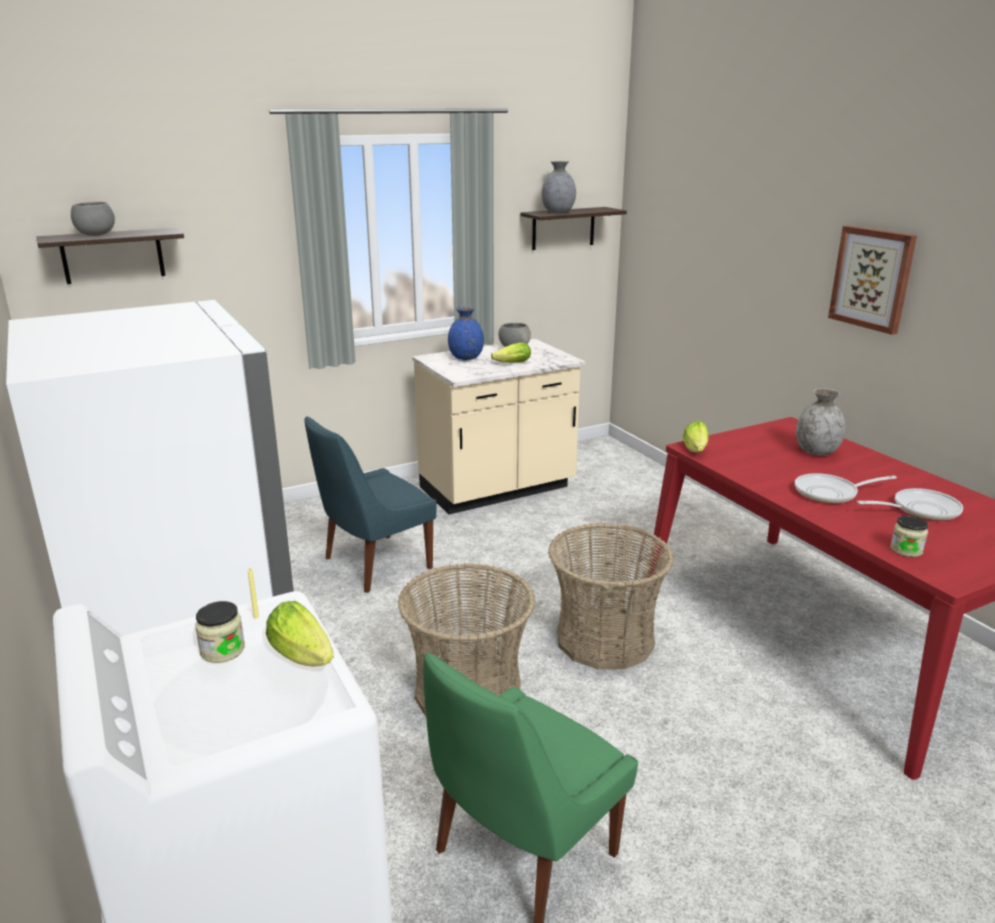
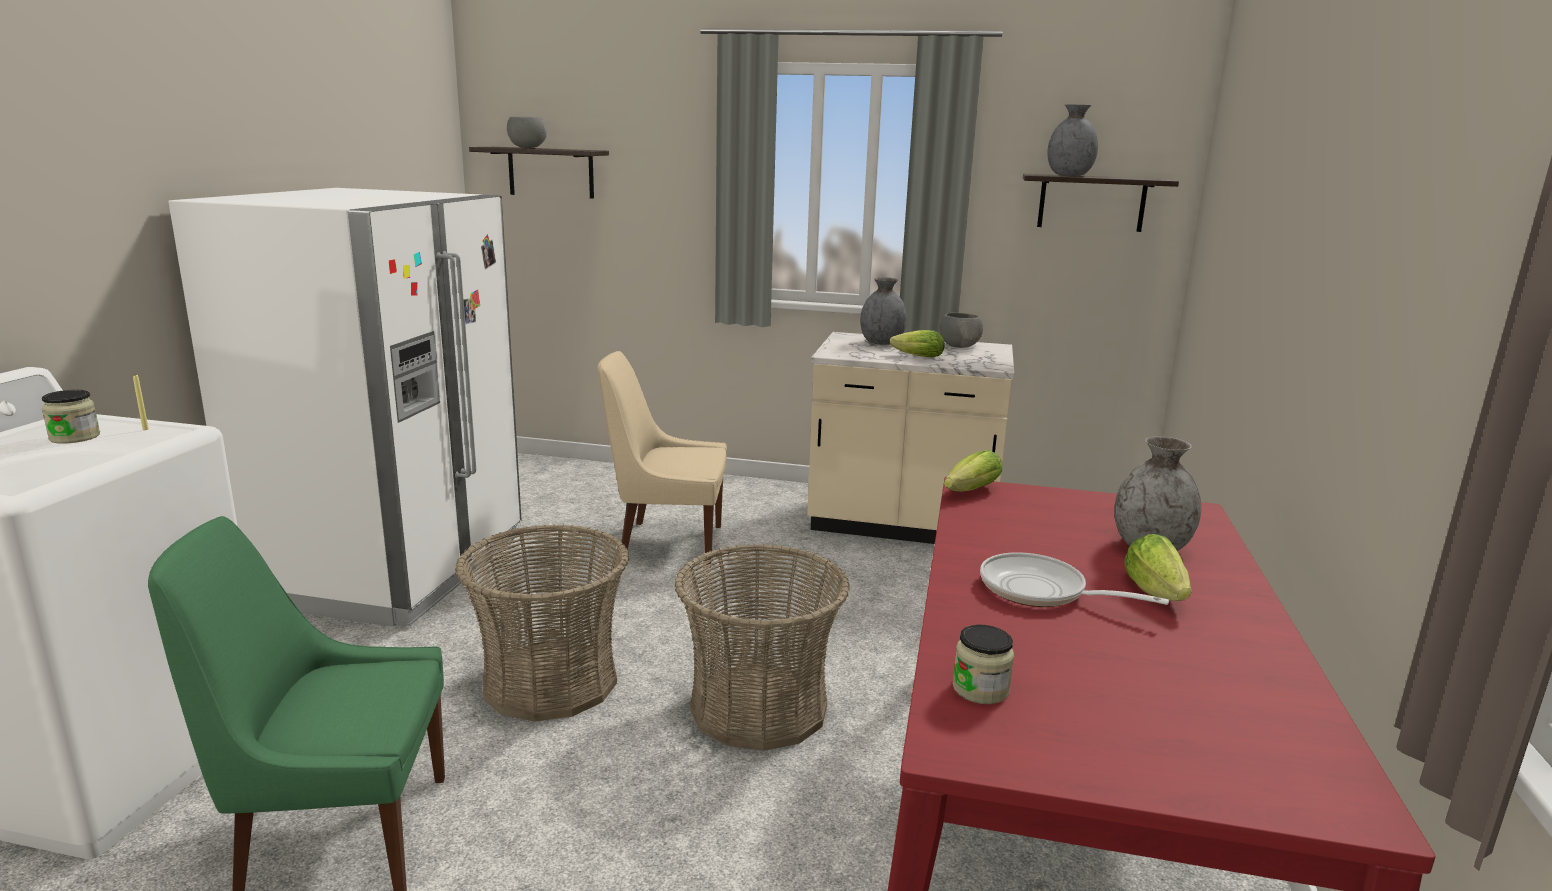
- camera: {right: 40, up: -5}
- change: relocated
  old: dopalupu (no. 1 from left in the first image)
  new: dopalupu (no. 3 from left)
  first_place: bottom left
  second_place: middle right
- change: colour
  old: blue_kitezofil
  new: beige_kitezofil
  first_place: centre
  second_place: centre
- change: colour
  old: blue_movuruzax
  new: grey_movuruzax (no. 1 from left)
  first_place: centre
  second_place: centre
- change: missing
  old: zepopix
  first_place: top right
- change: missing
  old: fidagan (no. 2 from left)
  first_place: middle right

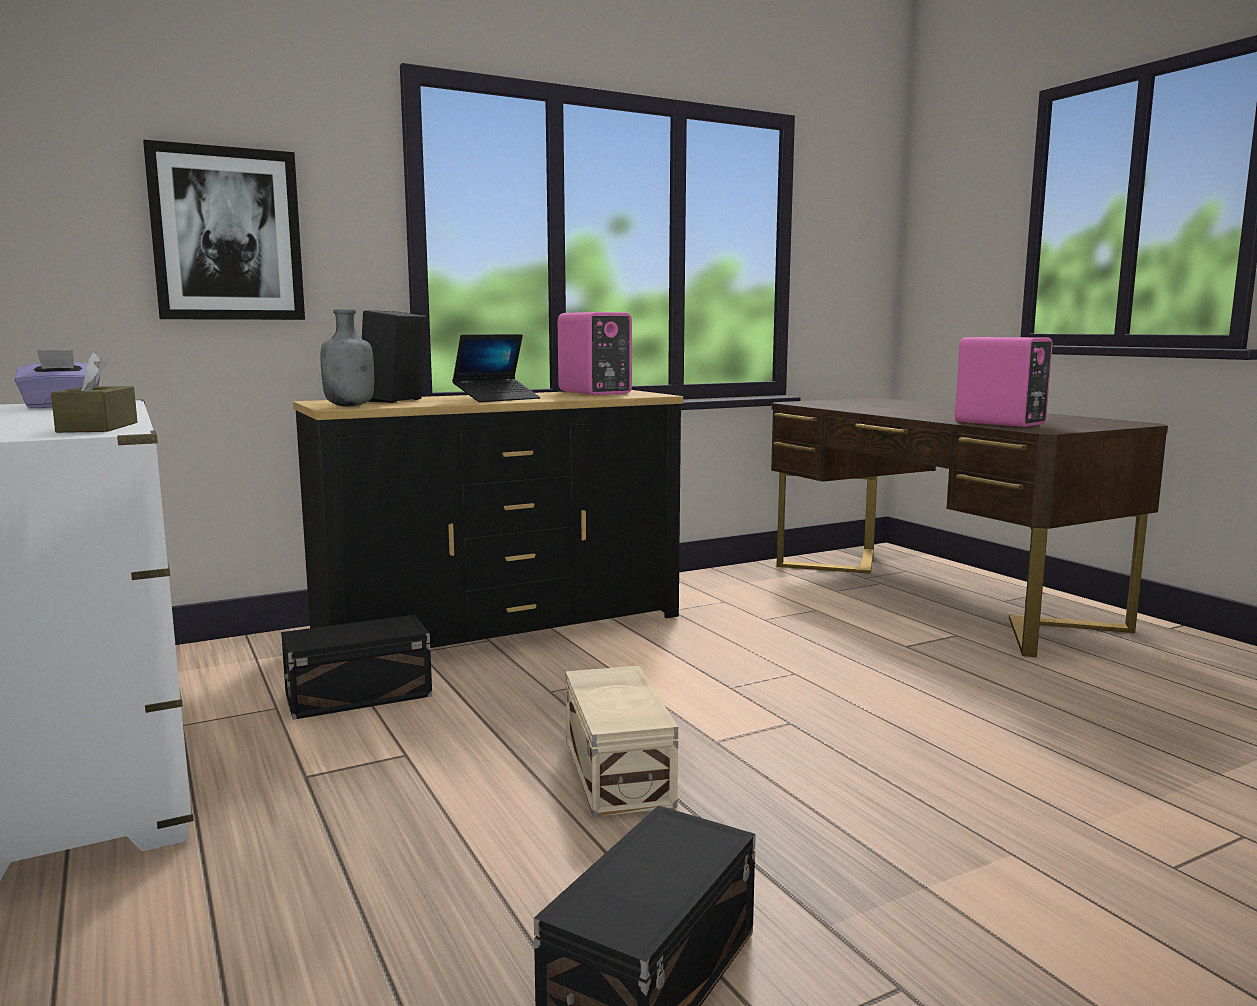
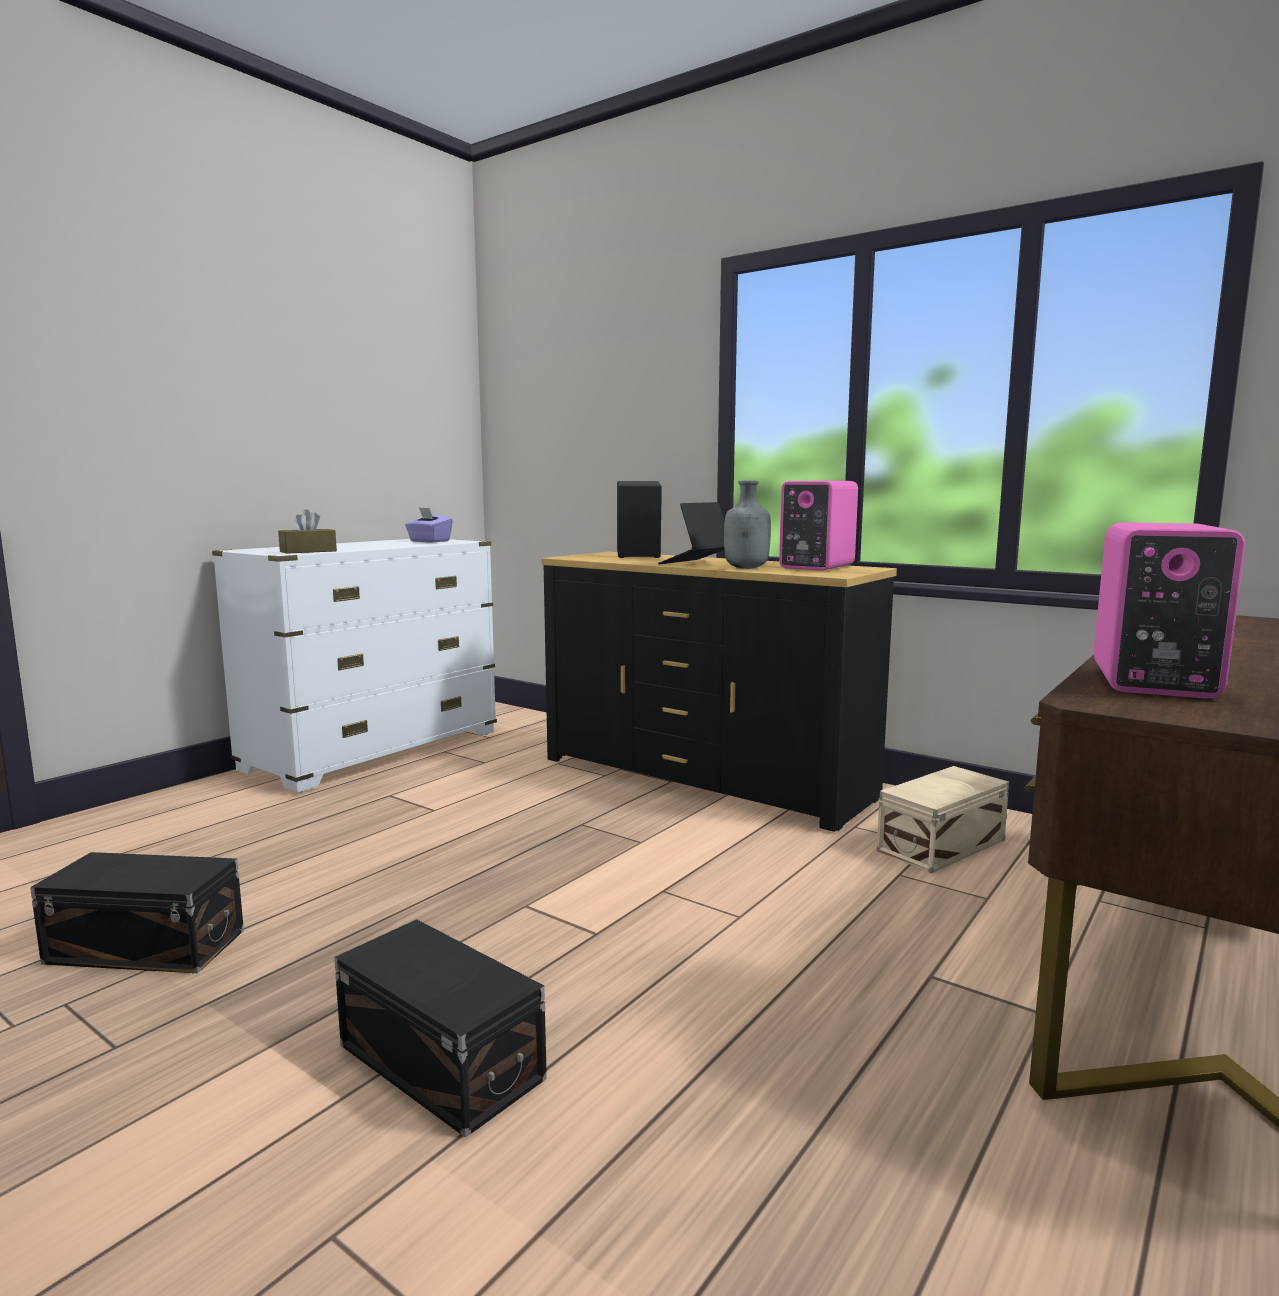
- camera: {right: 65, up: 0}
- change: missing
  old: zepopix
  first_place: top left
- change: relocated
  old: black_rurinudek (no. 1 from left in the first image)
  new: black_rurinudek (no. 2 from left)
  first_place: middle left
  second_place: bottom centre
- change: relocated
  old: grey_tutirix
  first_place: middle left
  second_place: centre
- change: spun
  old: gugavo
  first_place: centre
  second_place: centre
  degrees: 105
- change: relocated
  old: beige_rurinudek
  first_place: bottom centre
  second_place: middle right

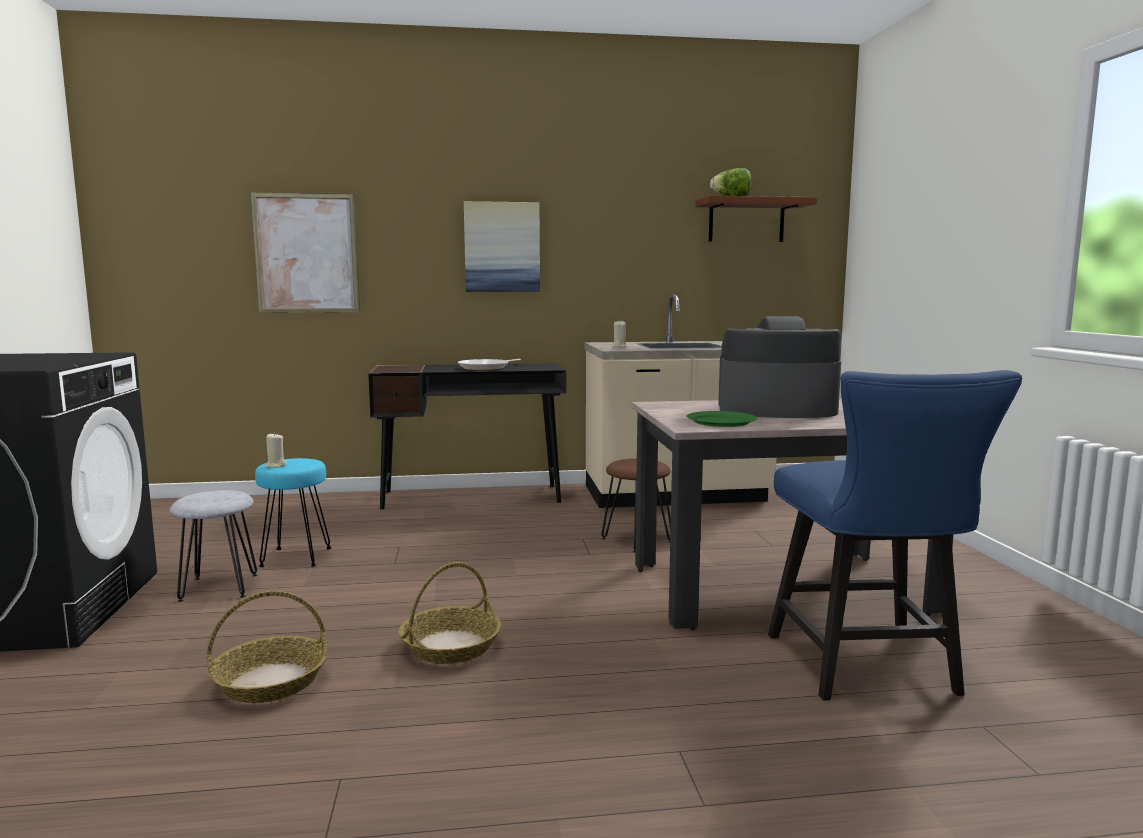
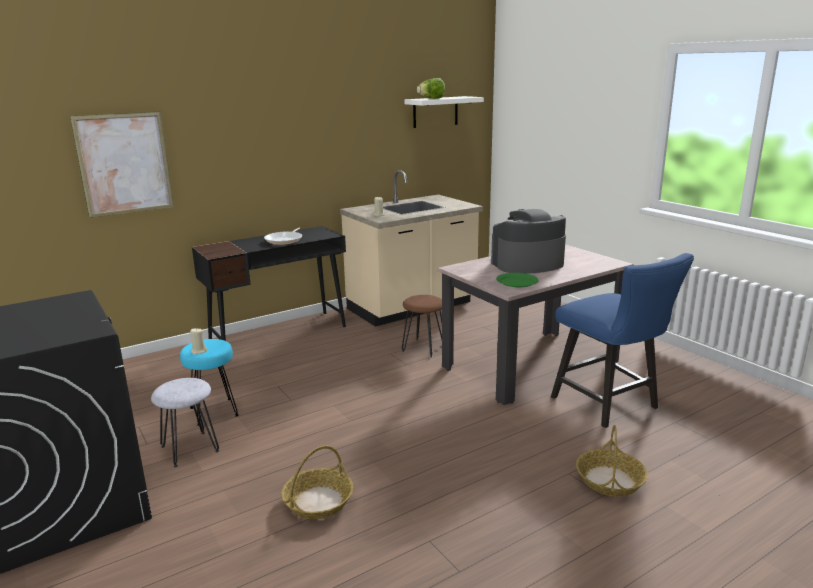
- camera: {right: -25, up: 10}
- change: relocated
  old: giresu (no. 2 from left)
  first_place: bottom centre
  second_place: bottom right
- change: missing
  old: zepopix (no. 2 from left)
  first_place: top centre
- change: colour
  old: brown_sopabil
  new: white_sopabil
  first_place: top centre
  second_place: top centre

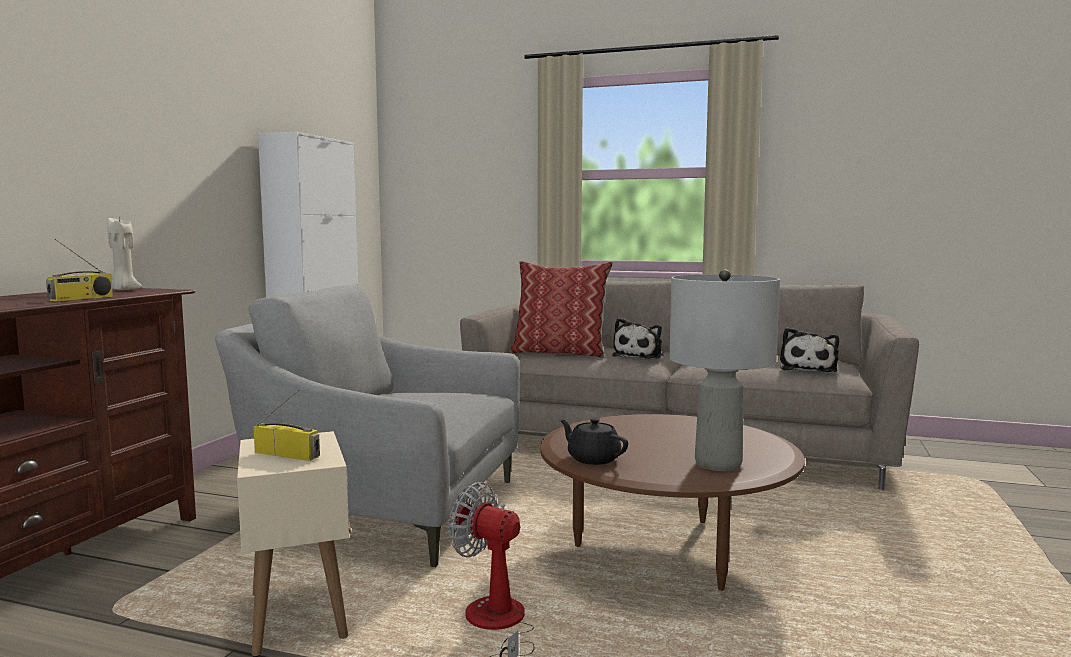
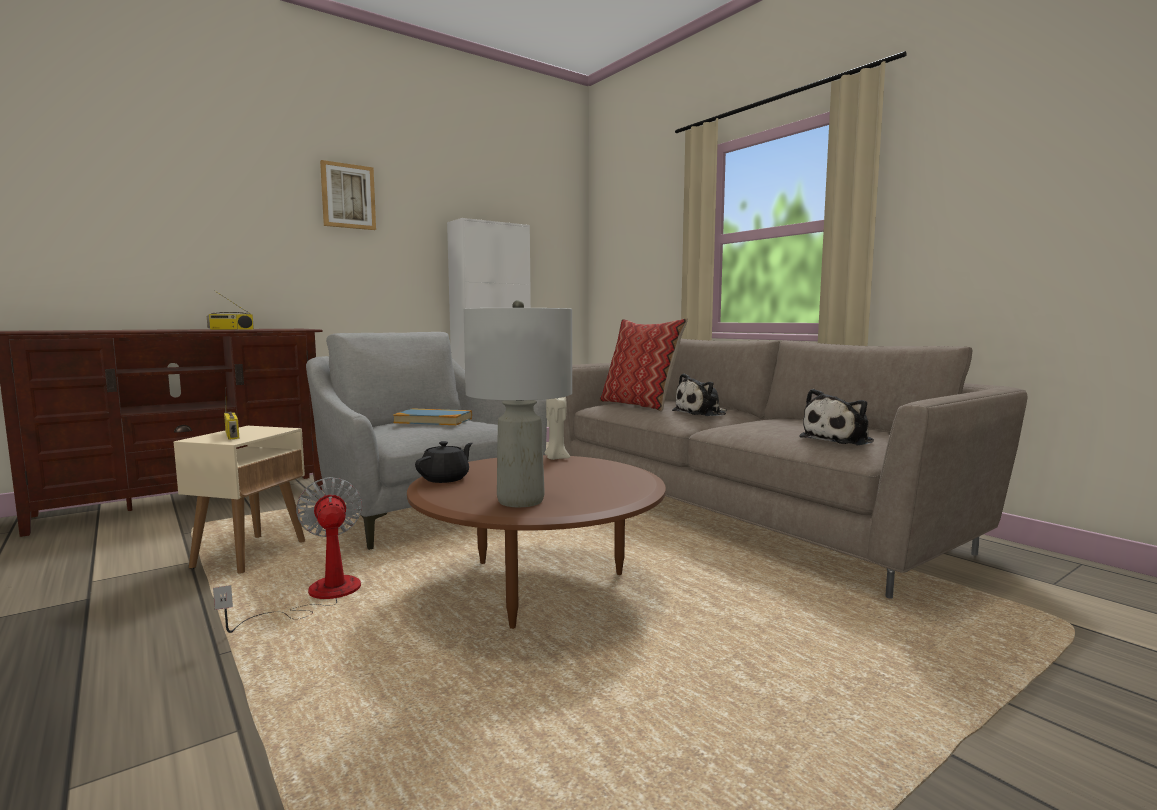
- camera: {right: 35, up: 0}
- change: relocated
  old: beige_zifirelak
  first_place: middle left
  second_place: centre
- change: spun
  old: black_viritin
  first_place: bottom centre
  second_place: centre
  degrees: 45
- change: appeared
  new: zepopix
  second_place: top left
- change: appeared
  new: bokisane
  second_place: centre

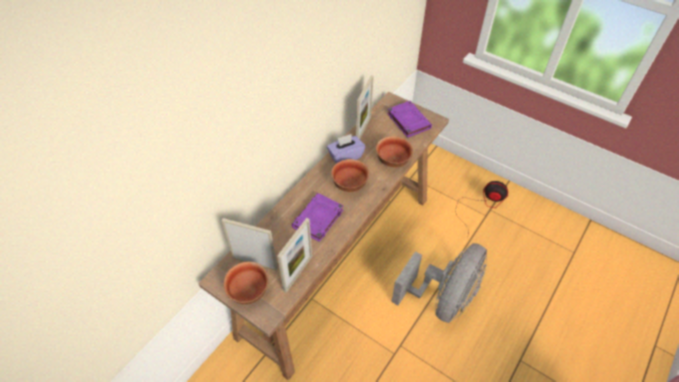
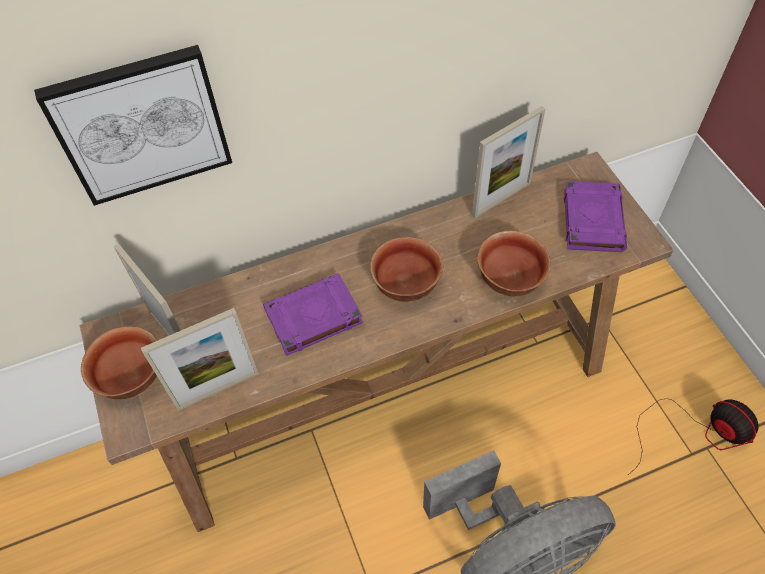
- camera: {right: 35, up: 5}
- change: missing
  old: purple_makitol
  first_place: centre
- change: appeared
  new: zepopix
  second_place: top left

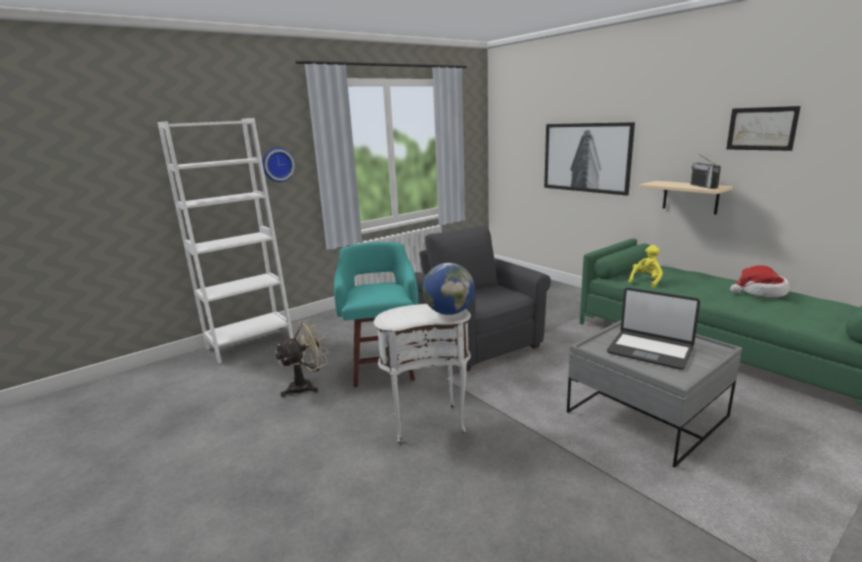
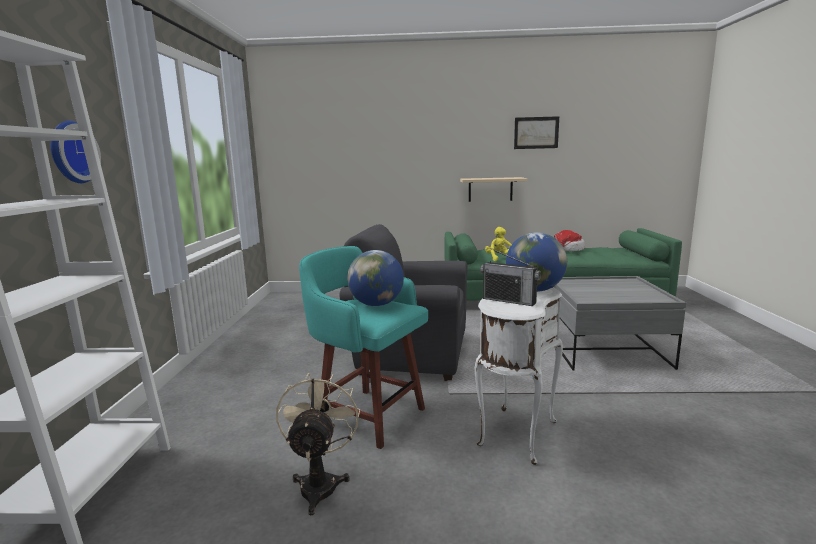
- camera: {right: -50, up: -5}
- change: missing
  old: zepopix (no. 1 from left)
  first_place: top right
- change: missing
  old: gugavo
  first_place: middle right
- change: relocated
  old: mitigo
  first_place: top right
  second_place: centre
- change: appeared
  new: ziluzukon (no. 1 from left)
  second_place: centre

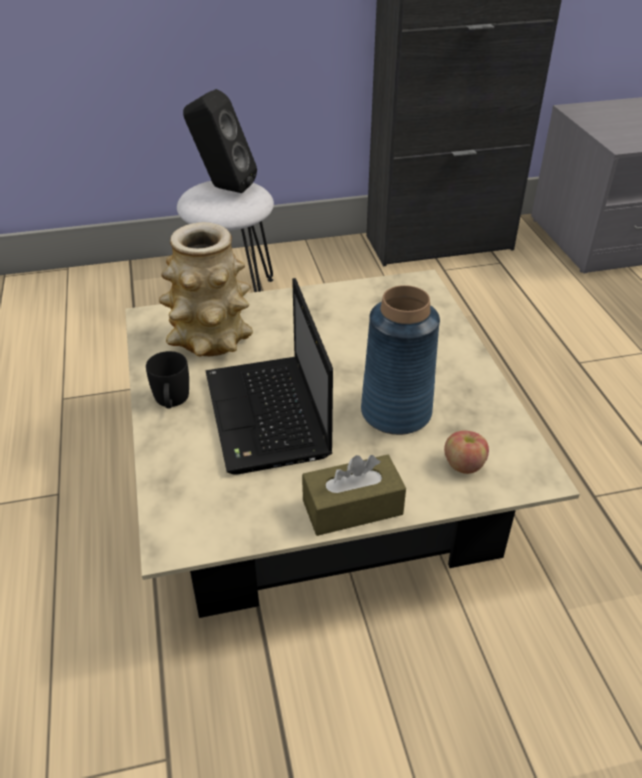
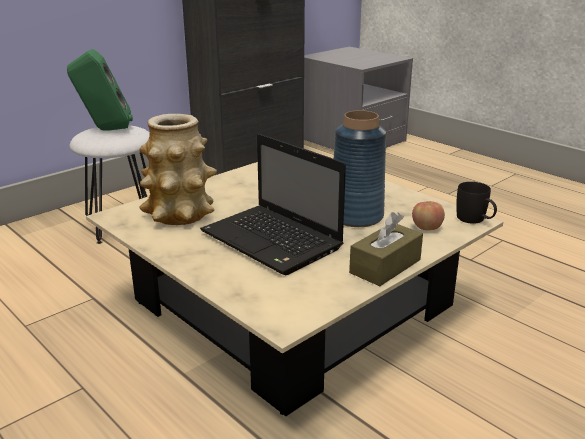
- camera: {right: -30, up: -15}
- change: relocated
  old: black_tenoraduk
  first_place: middle left
  second_place: middle right
- change: colour
  old: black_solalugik
  new: green_solalugik
  first_place: top centre
  second_place: top left

